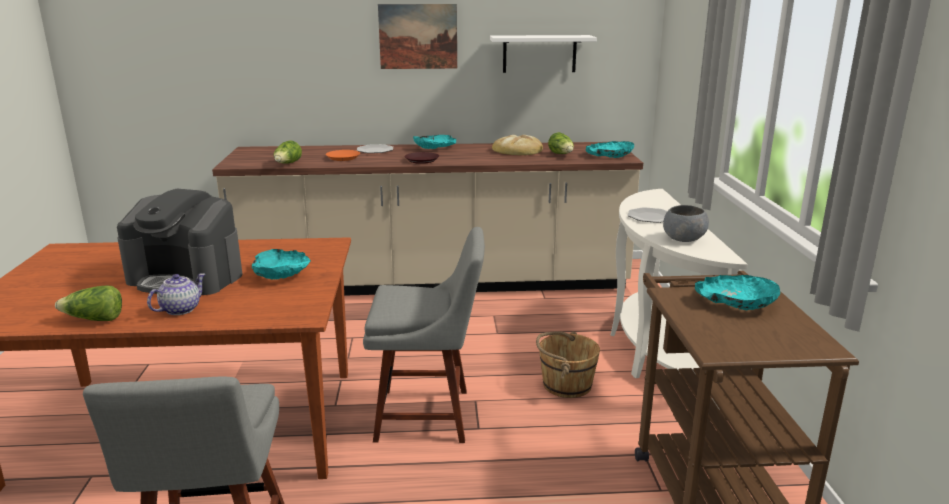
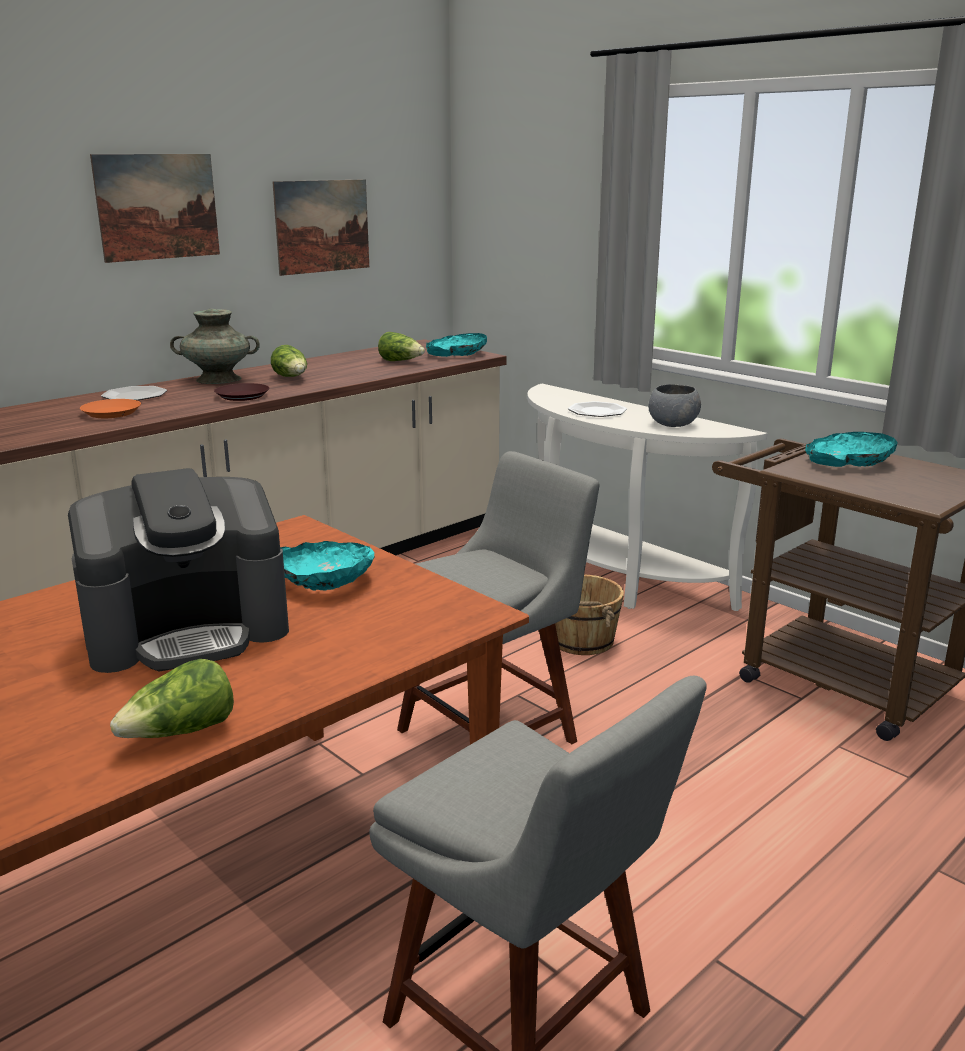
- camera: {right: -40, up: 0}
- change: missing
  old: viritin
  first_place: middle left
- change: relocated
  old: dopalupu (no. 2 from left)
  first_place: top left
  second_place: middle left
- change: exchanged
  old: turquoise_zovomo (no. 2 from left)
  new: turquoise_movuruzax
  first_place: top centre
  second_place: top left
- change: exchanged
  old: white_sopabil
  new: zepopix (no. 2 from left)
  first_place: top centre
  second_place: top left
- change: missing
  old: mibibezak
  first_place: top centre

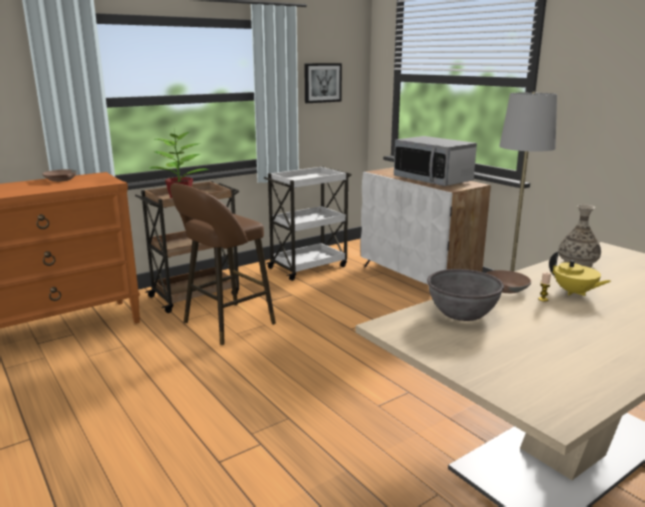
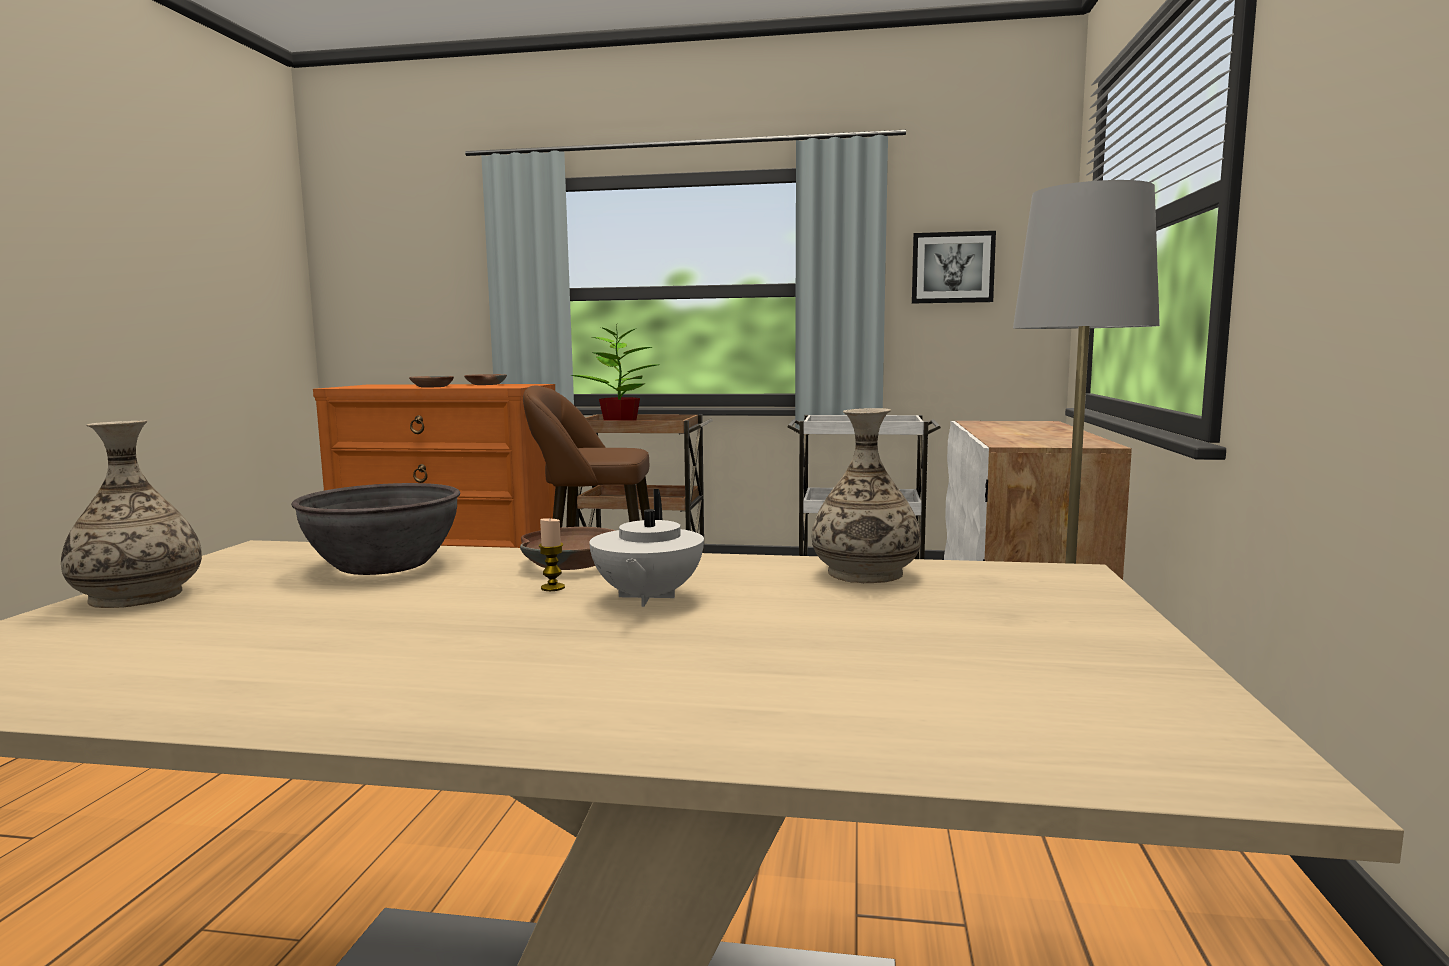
- camera: {right: 45, up: -10}
- change: missing
  old: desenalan
  first_place: top right
- change: colour
  old: yellow_viritin
  new: white_viritin
  first_place: middle right
  second_place: centre
- change: appeared
  new: movuruzax (no. 1 from left)
  second_place: middle left
- change: appeared
  new: brown_zovomo (no. 1 from left)
  second_place: middle left

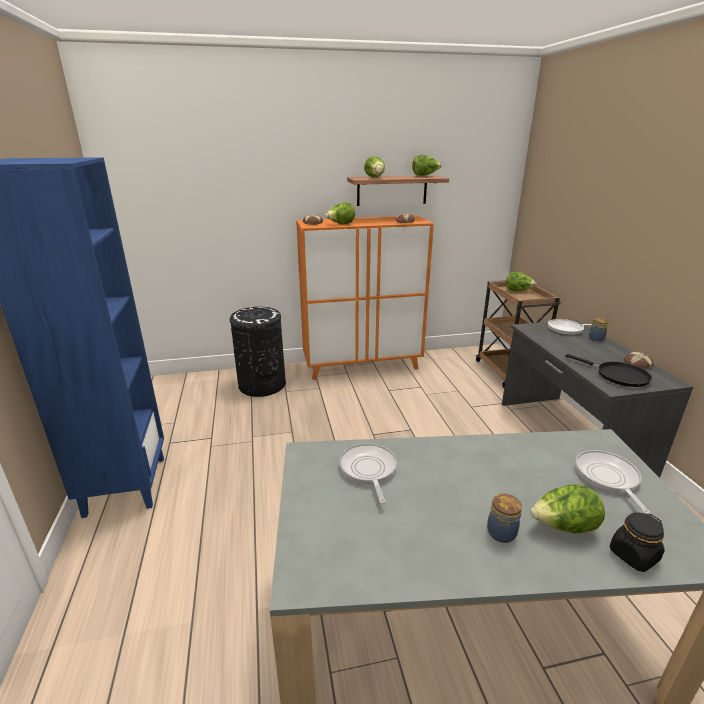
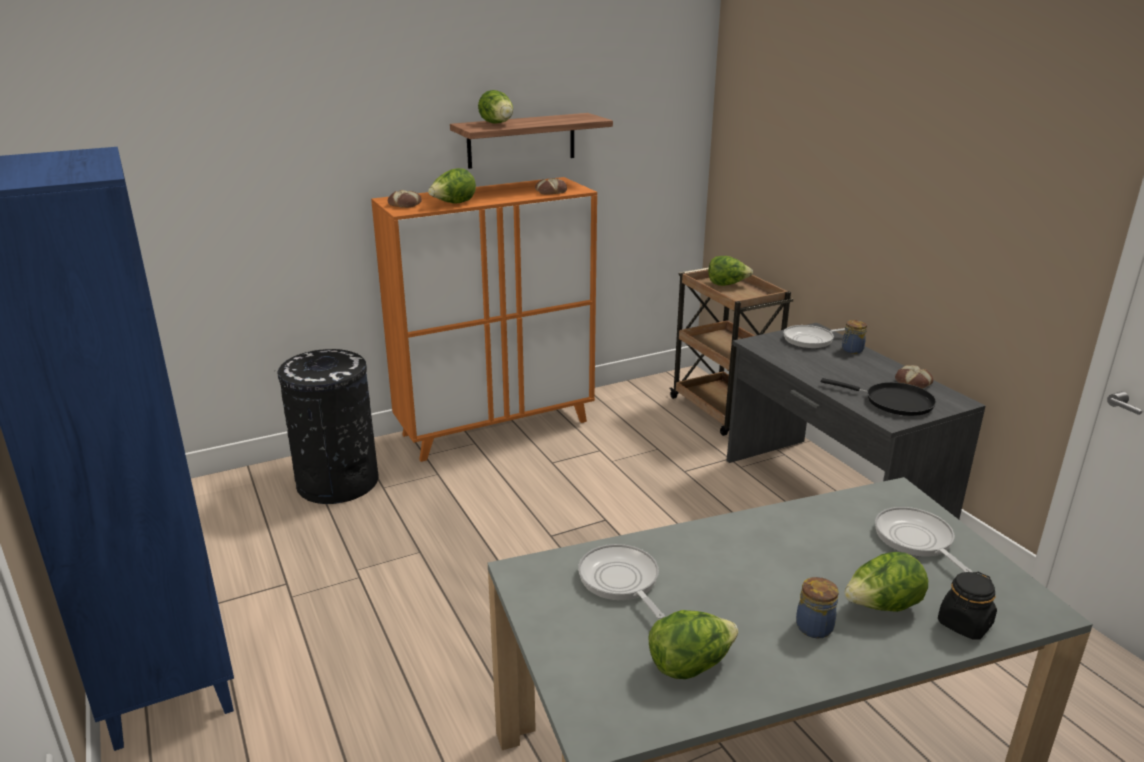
- camera: {right: -15, up: 0}
- change: relocated
  old: dopalupu (no. 3 from left)
  first_place: top centre
  second_place: bottom centre

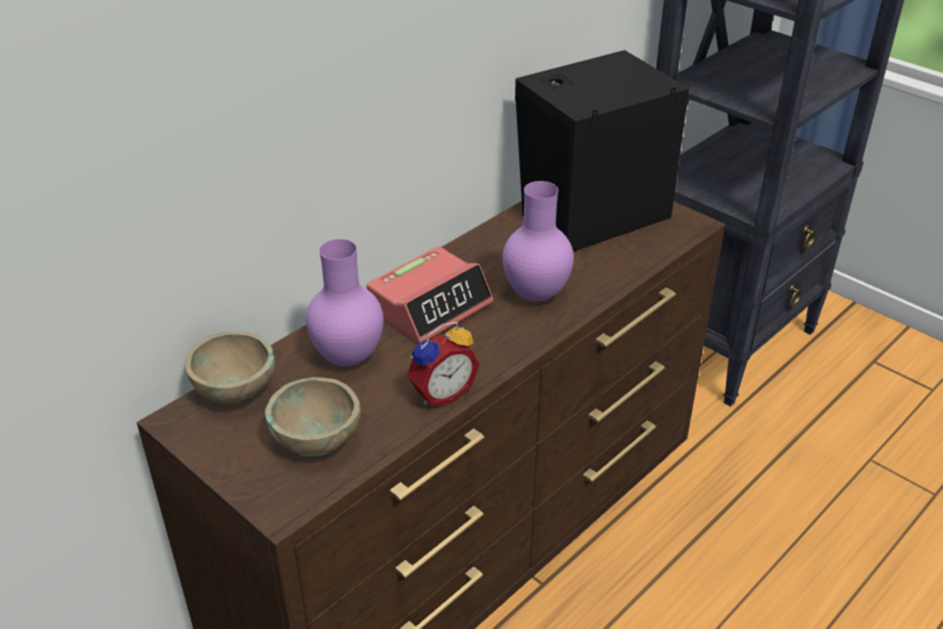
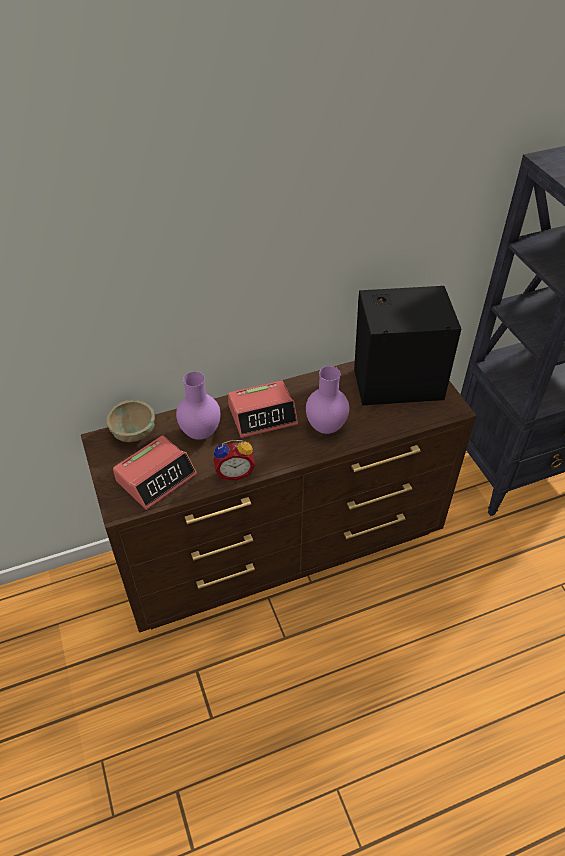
- camera: {right: 25, up: 10}
- change: exchanged
  old: beige_zovomo (no. 2 from left)
  new: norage (no. 1 from left)
  first_place: middle left
  second_place: middle left

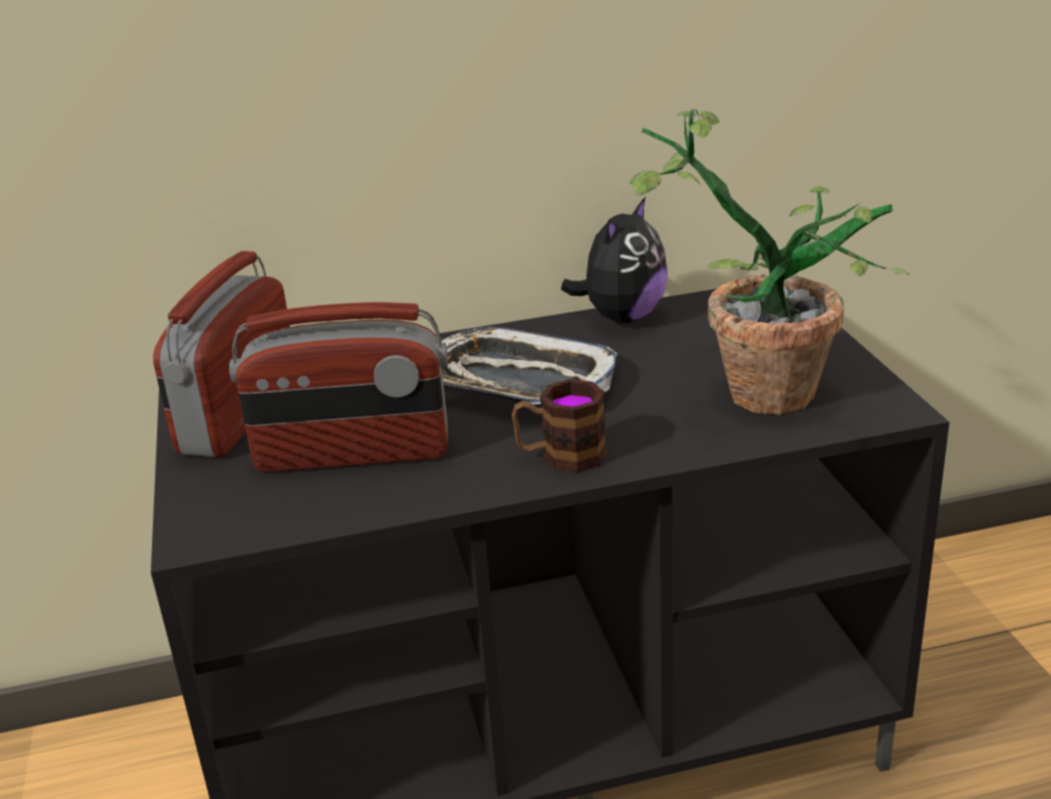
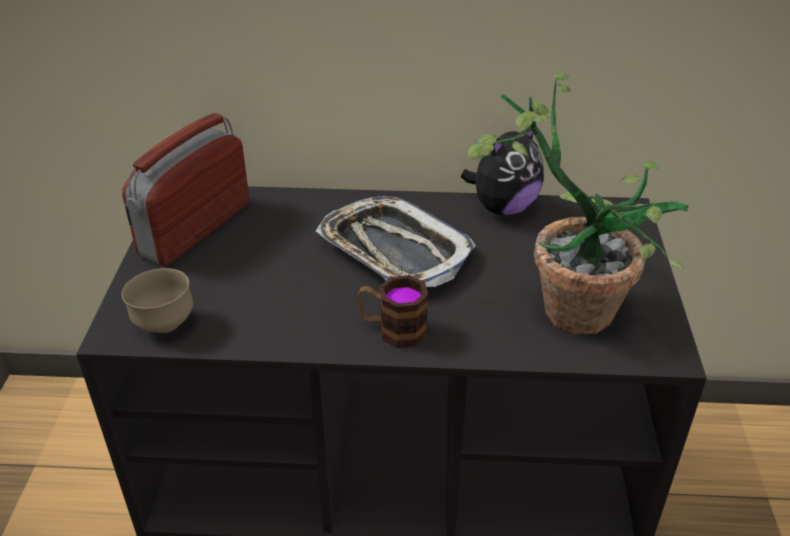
- camera: {right: 15, up: 10}
- change: missing
  old: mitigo (no. 2 from left)
  first_place: middle left
- change: appeared
  new: brown_zovomo
  second_place: middle left

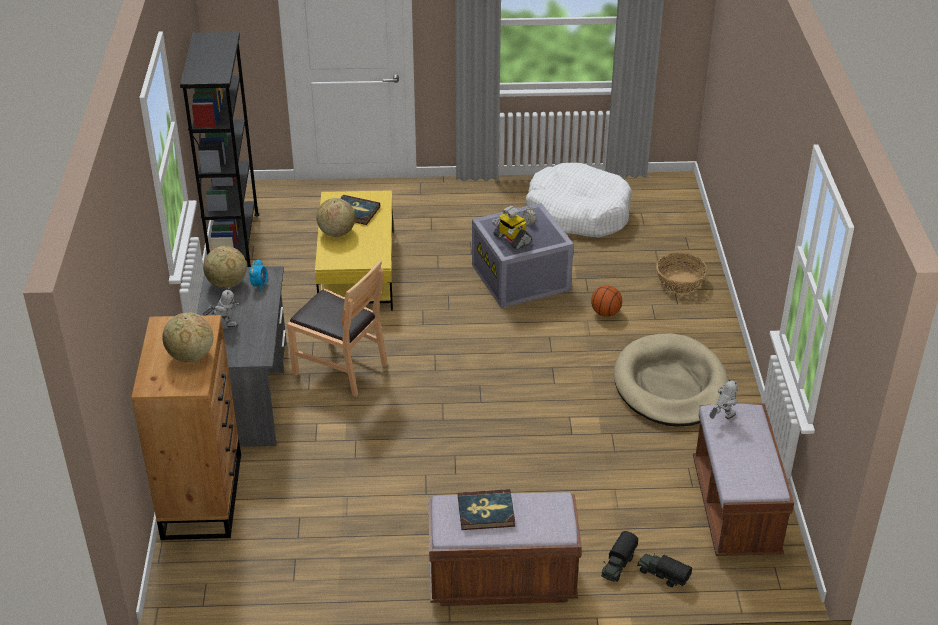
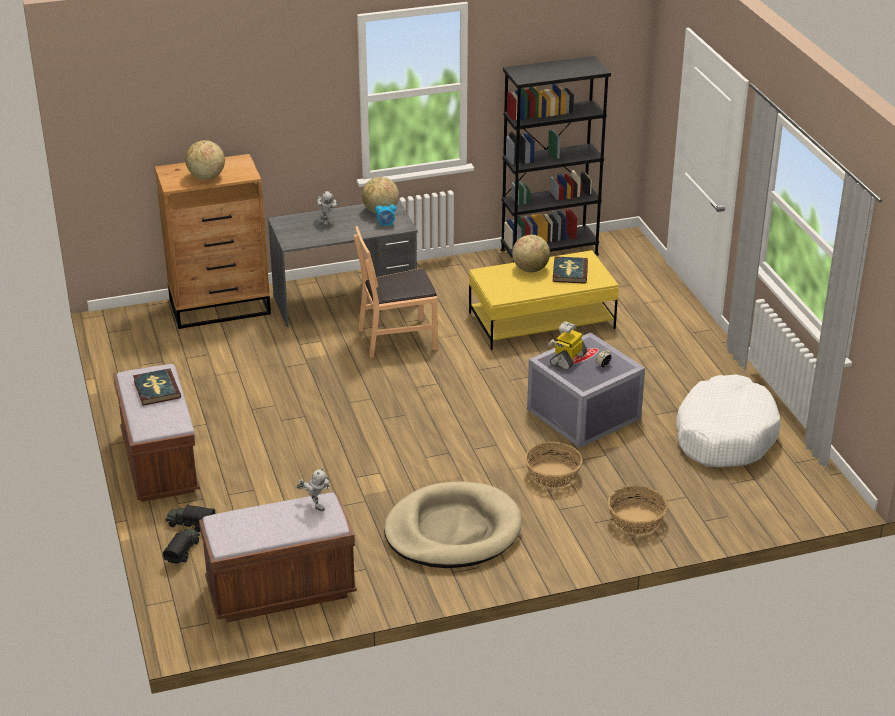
- camera: {right: 75, up: -5}
- change: spun
  old: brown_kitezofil
  first_place: centre
  second_place: centre
  degrees: 60
- change: exchanged
  old: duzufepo
  new: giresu (no. 1 from left)
  first_place: centre
  second_place: centre

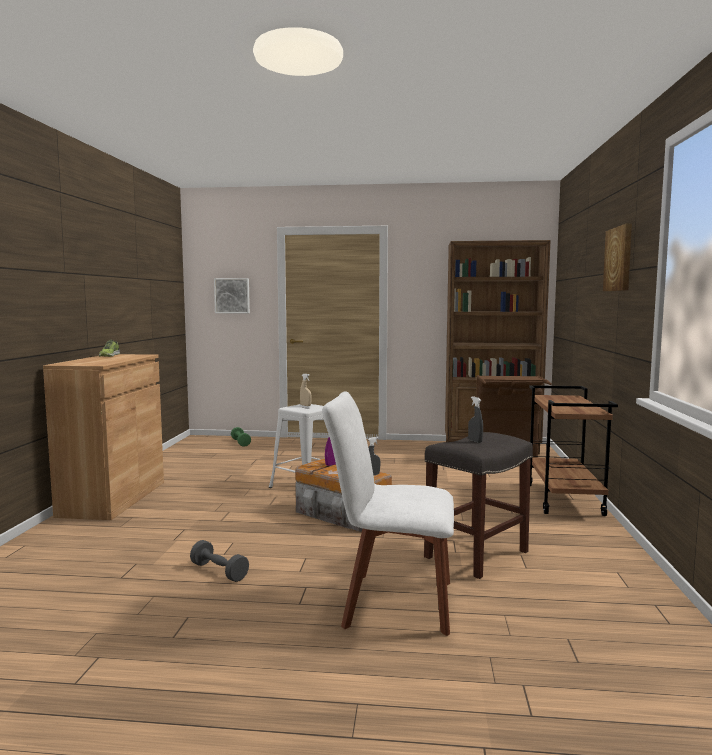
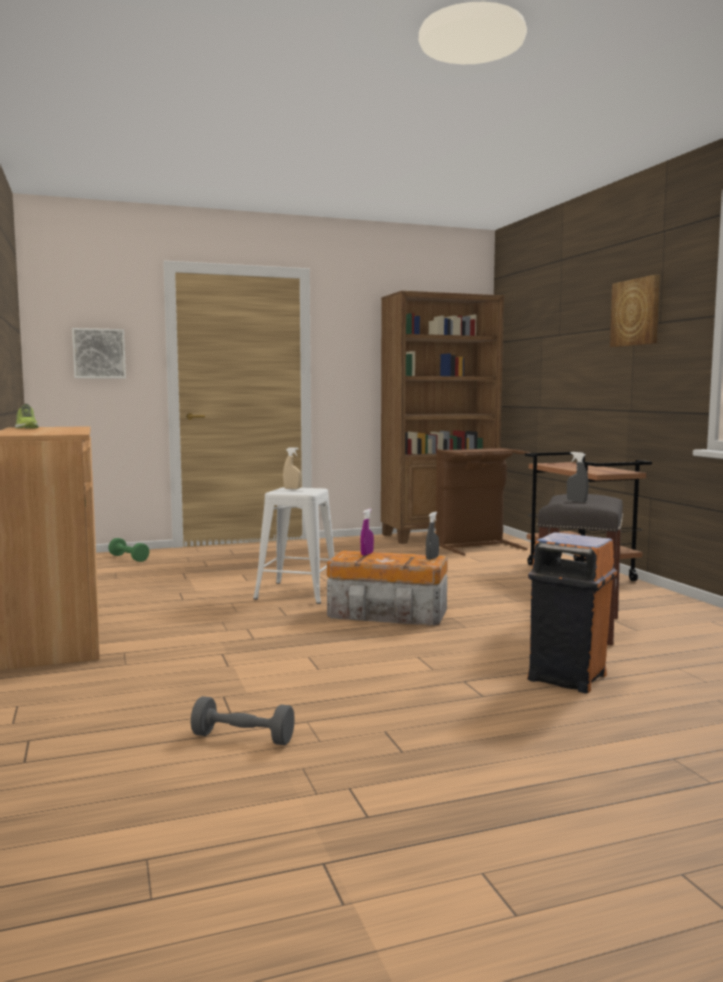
- camera: {right: -25, up: 0}
- change: relocated
  old: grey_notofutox
  first_place: bottom left
  second_place: bottom centre
- change: exchanged
  old: white_kitezofil
  new: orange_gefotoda
  first_place: bottom centre
  second_place: middle right

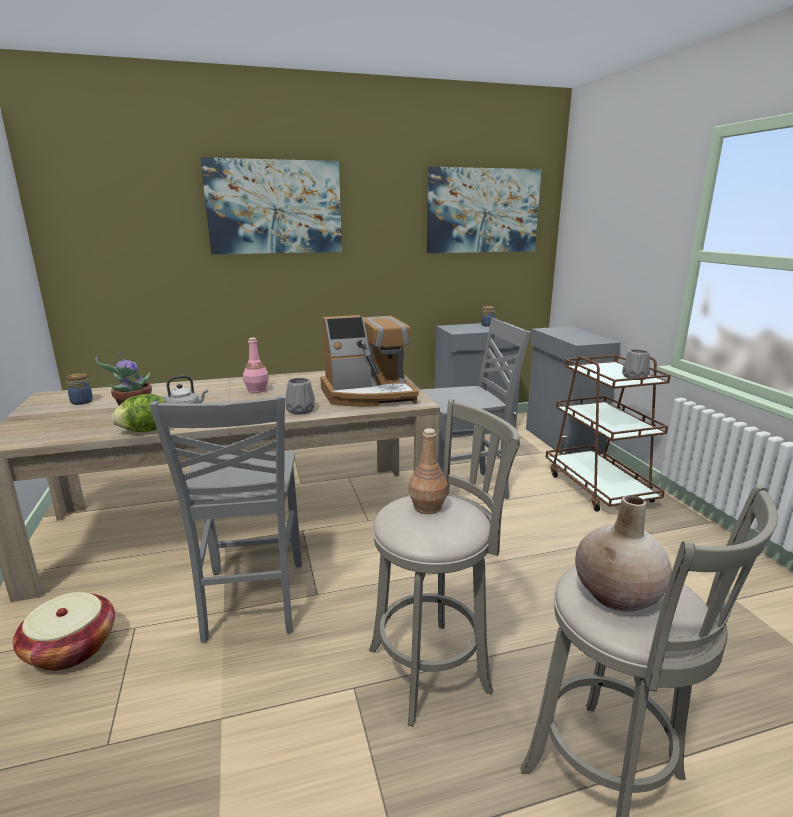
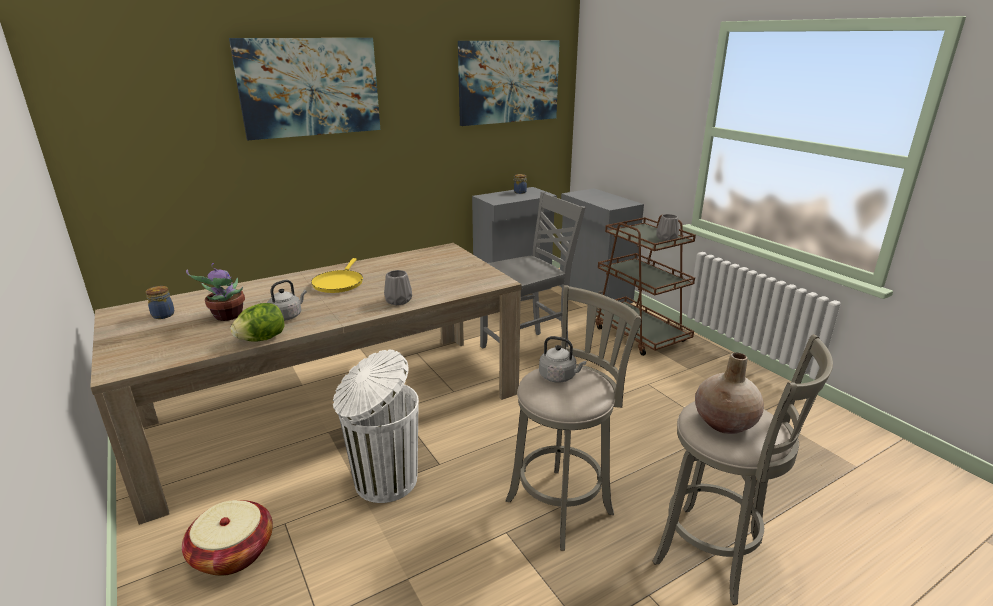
- camera: {right: -15, up: 5}
- change: exchanged
  old: grey_kitezofil (no. 1 from left)
  new: white_gefotoda
  first_place: middle left
  second_place: bottom centre
- change: exchanged
  old: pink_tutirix
  new: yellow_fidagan
  first_place: middle left
  second_place: centre
- change: missing
  old: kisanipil
  first_place: centre
- change: exchanged
  old: brown_tutirix
  new: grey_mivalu (no. 2 from left)
  first_place: centre
  second_place: centre

